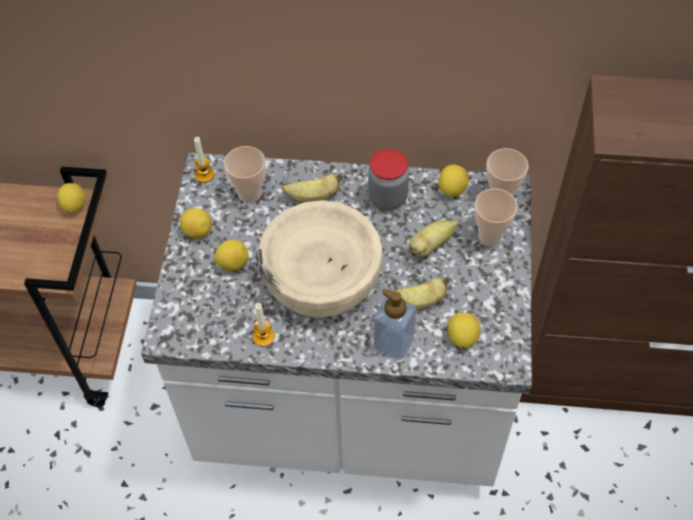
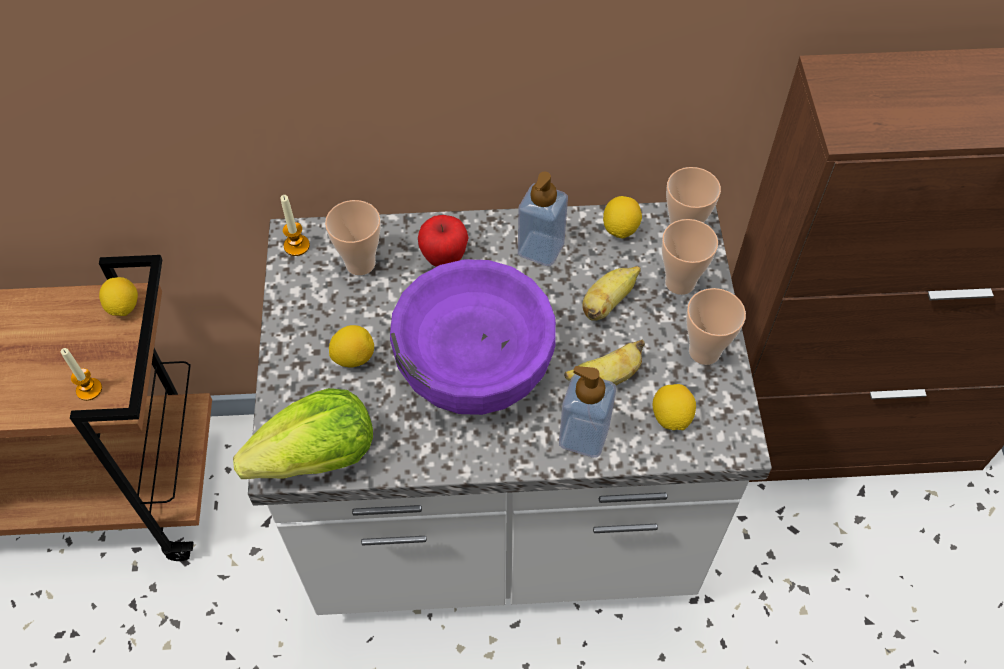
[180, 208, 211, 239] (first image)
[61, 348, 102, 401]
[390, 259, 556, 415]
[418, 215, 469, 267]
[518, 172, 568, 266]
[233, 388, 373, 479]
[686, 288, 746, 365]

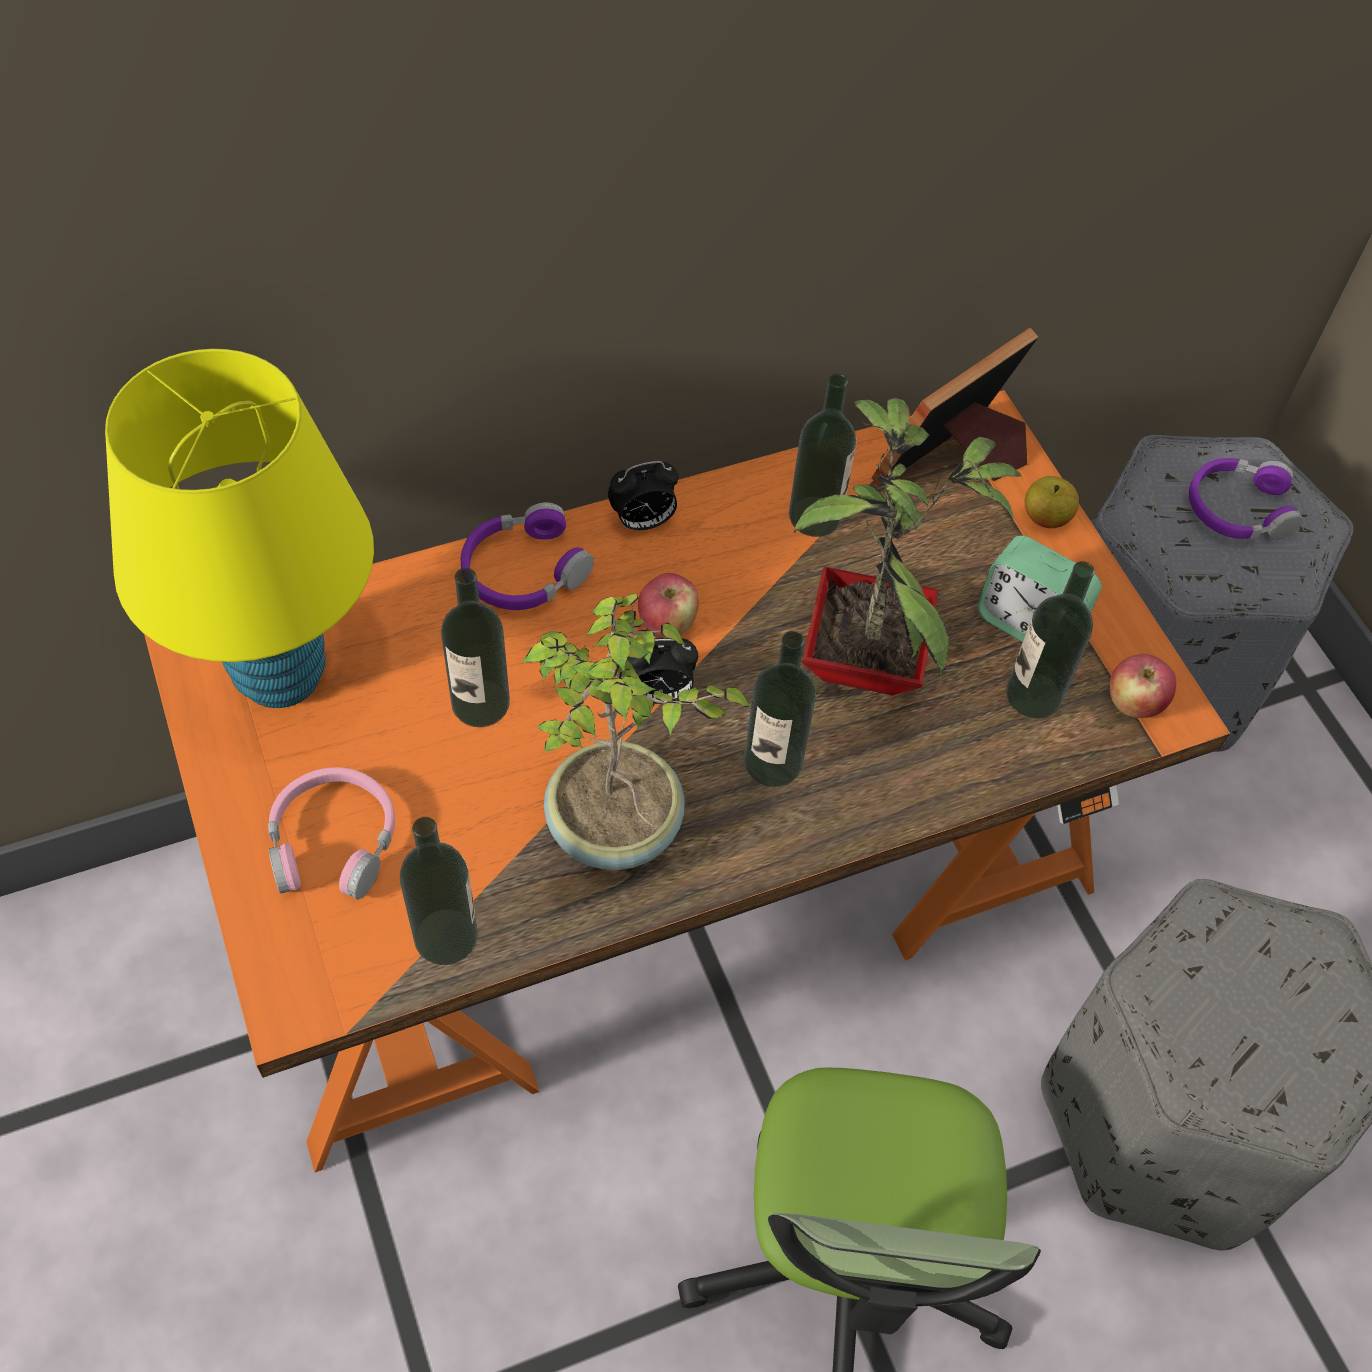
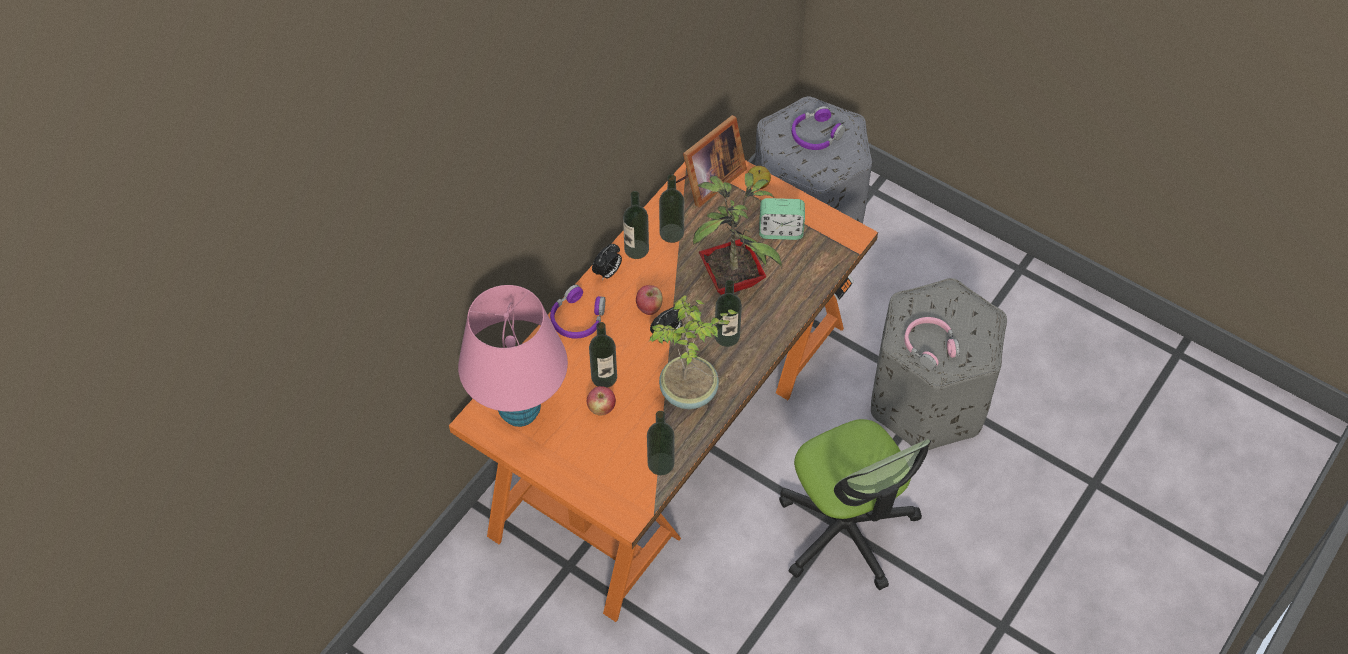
[458, 285, 568, 427]
[904, 317, 960, 370]
[676, 115, 747, 207]
[623, 191, 649, 259]
[587, 386, 616, 416]

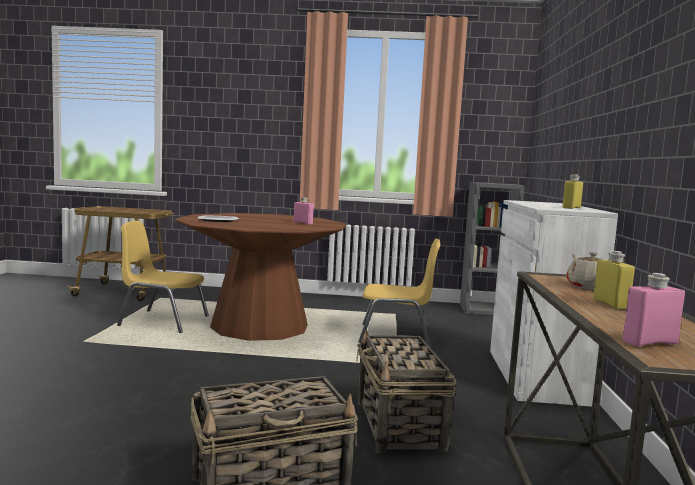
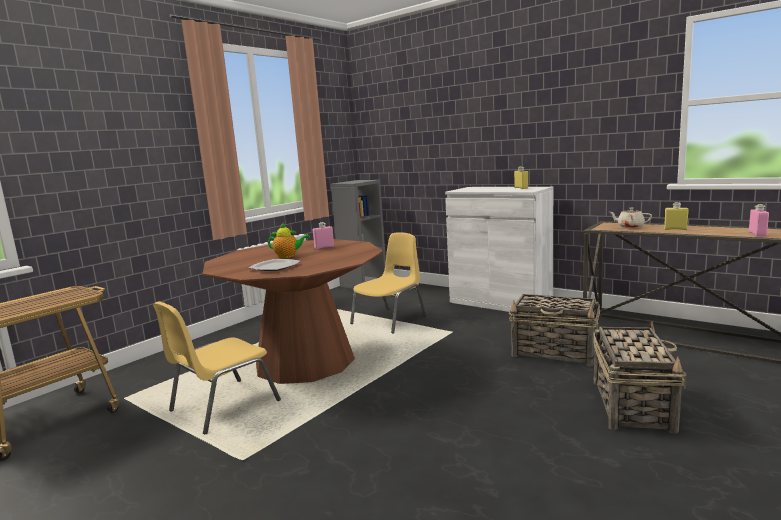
[268, 222, 310, 258]

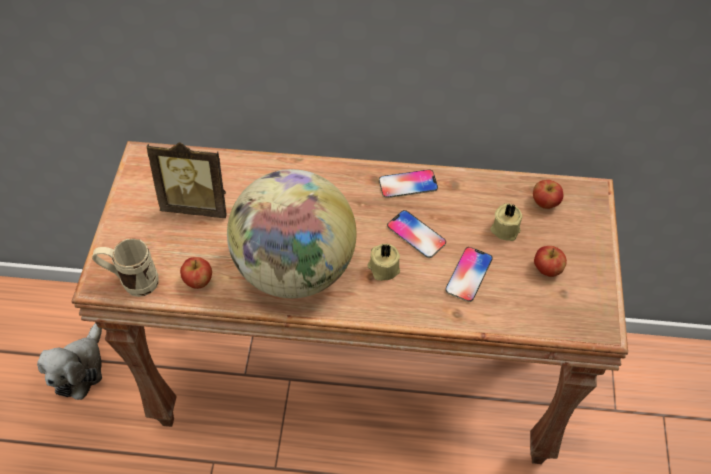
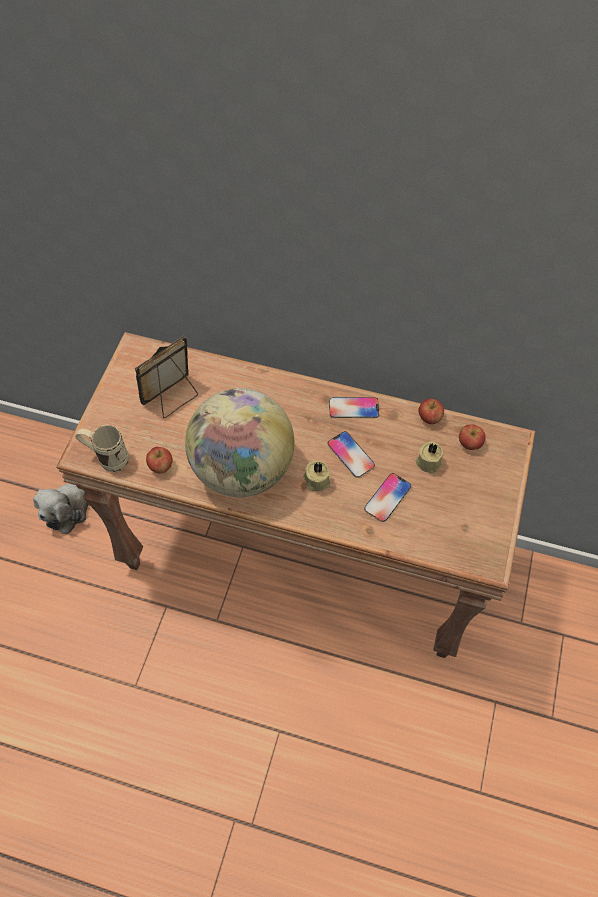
[135, 336, 198, 418]
[418, 399, 444, 424]

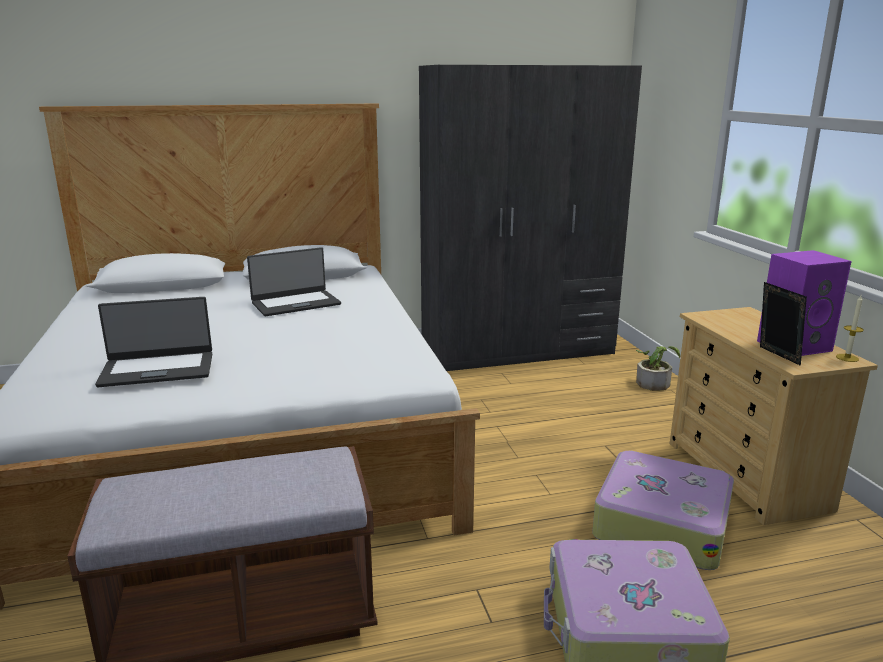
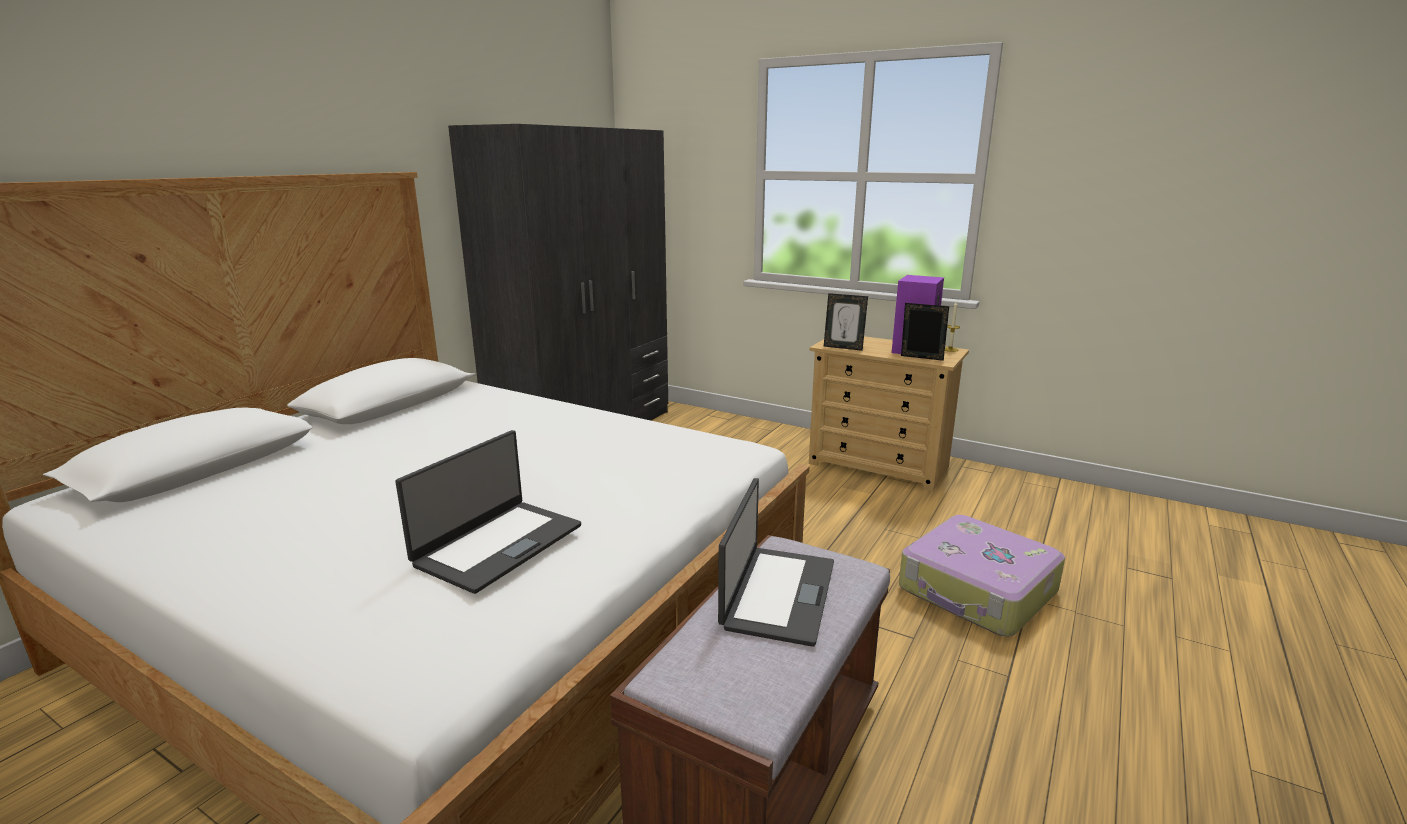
[718, 478, 834, 647]
[592, 451, 734, 570] (first image)
[636, 346, 680, 391] (first image)
[824, 293, 868, 351]

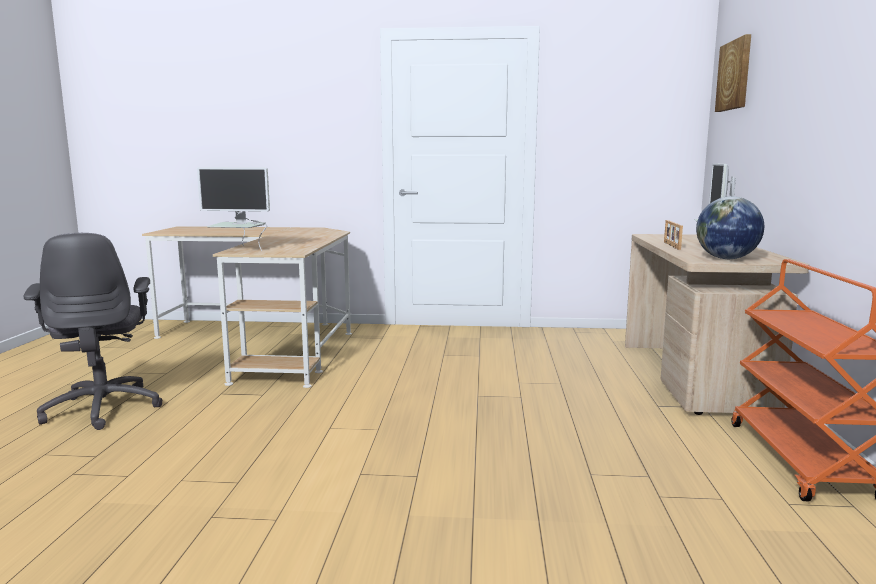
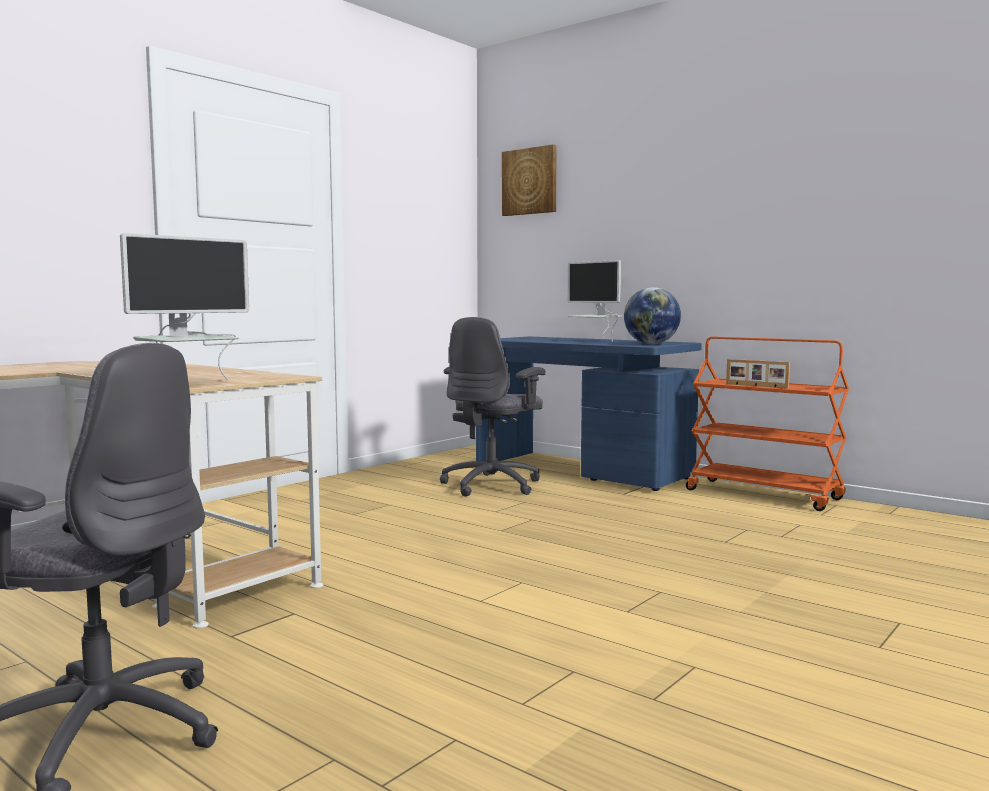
[476, 337, 702, 491]
[726, 359, 790, 389]
[440, 317, 545, 497]

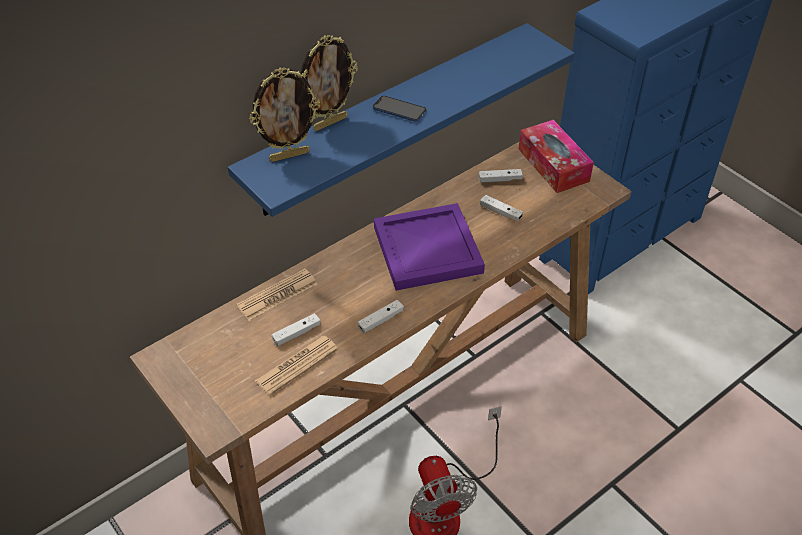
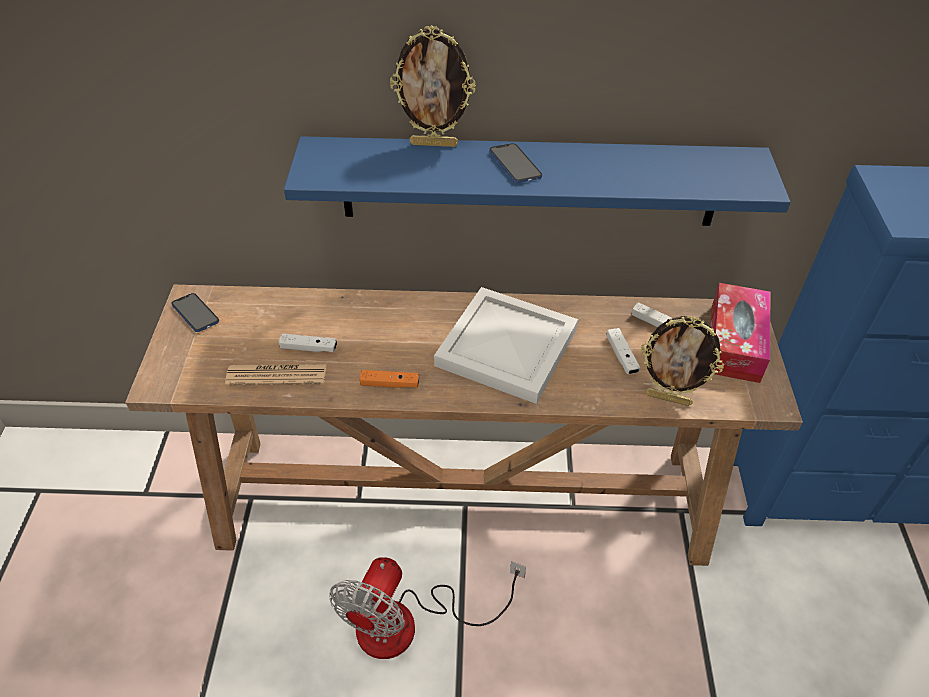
[236, 268, 318, 321] (first image)
[640, 316, 724, 406]
[359, 370, 419, 388]
[434, 287, 578, 404]
[171, 293, 219, 332]

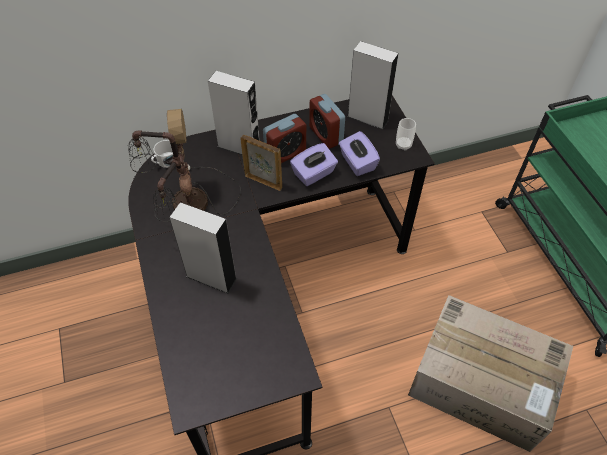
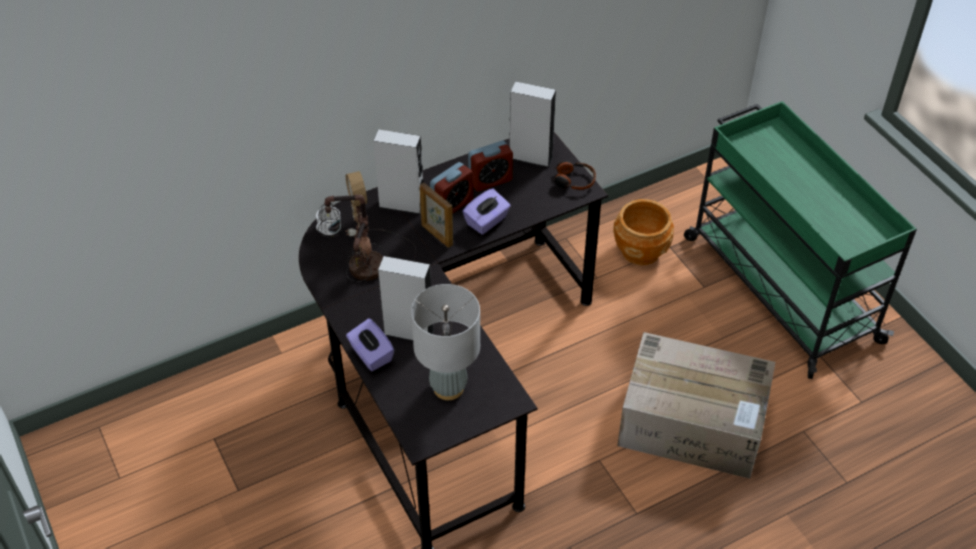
[420, 183, 453, 248]
[468, 141, 513, 191]
[346, 318, 394, 371]
[551, 161, 596, 190]
[411, 284, 480, 400]
[613, 199, 674, 265]

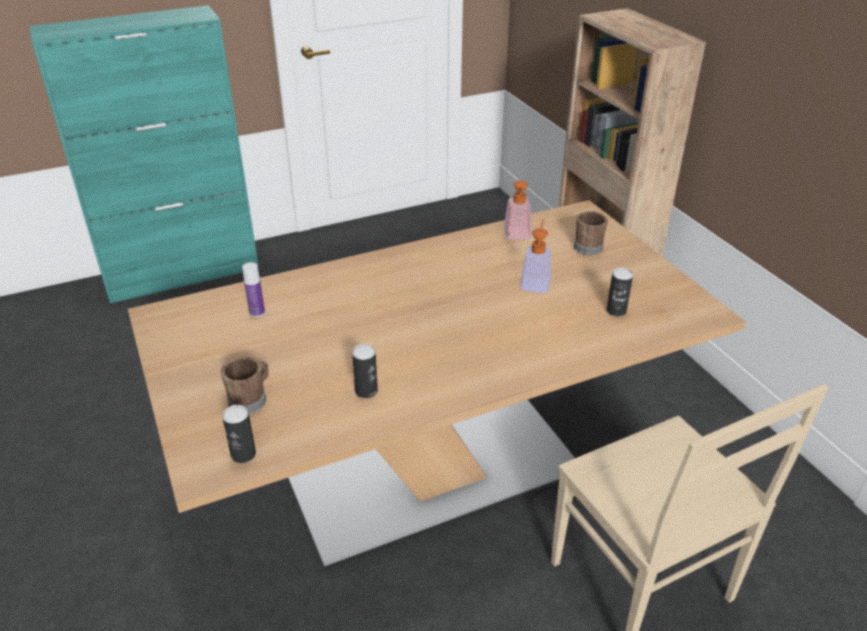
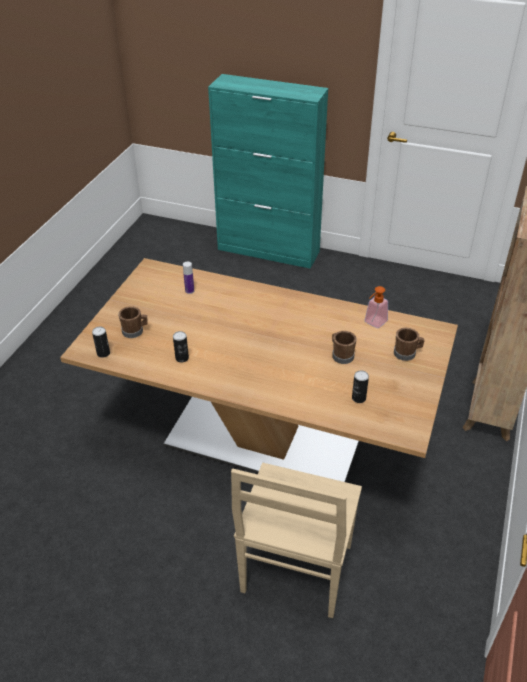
[332, 331, 357, 364]

